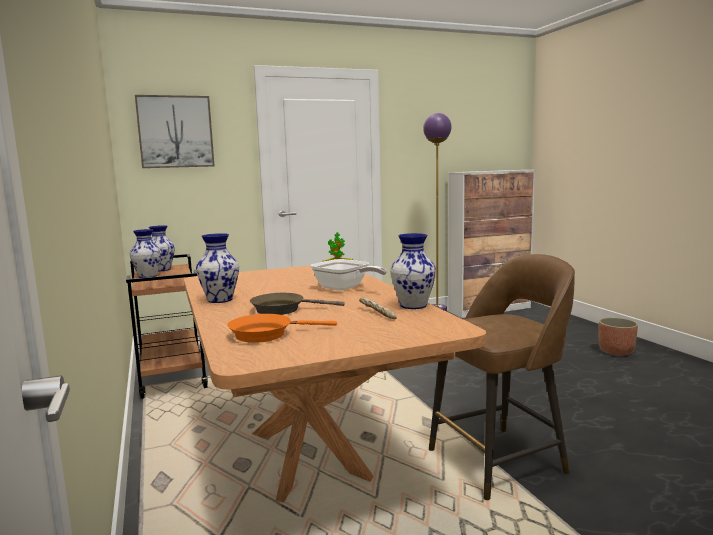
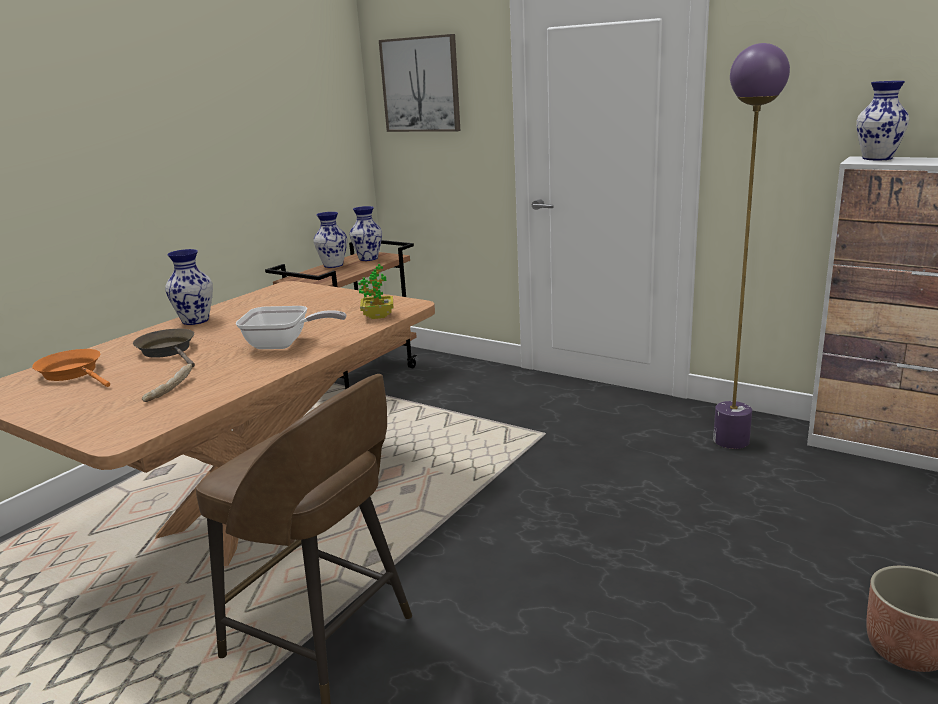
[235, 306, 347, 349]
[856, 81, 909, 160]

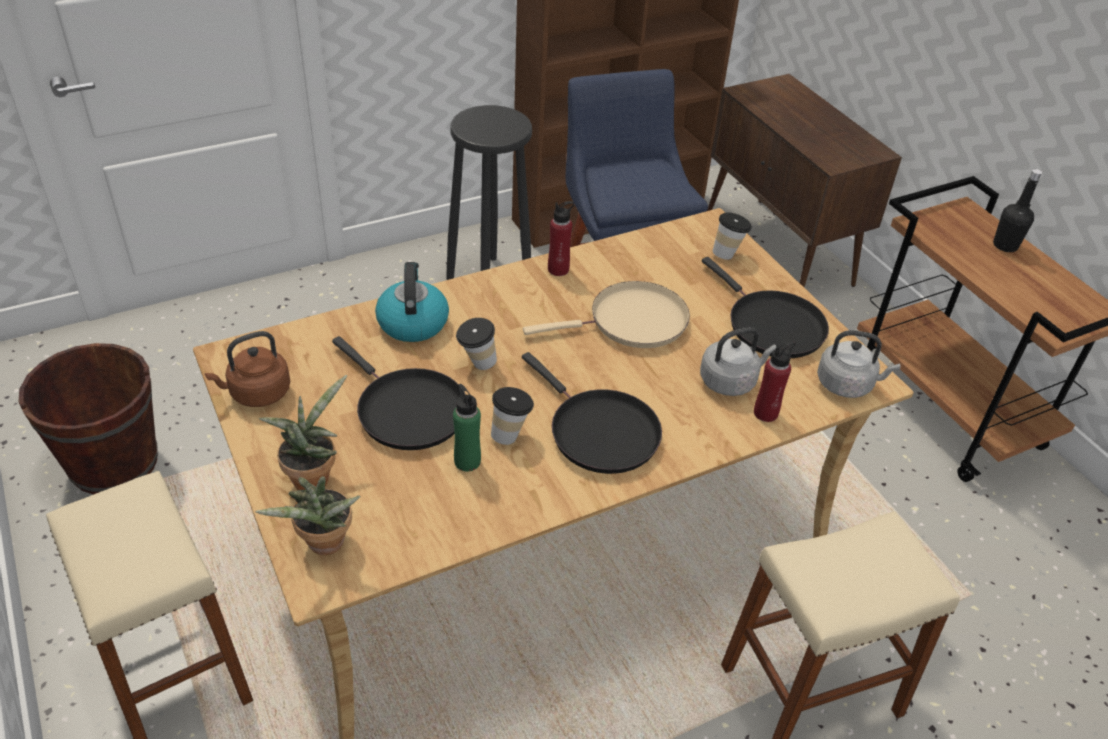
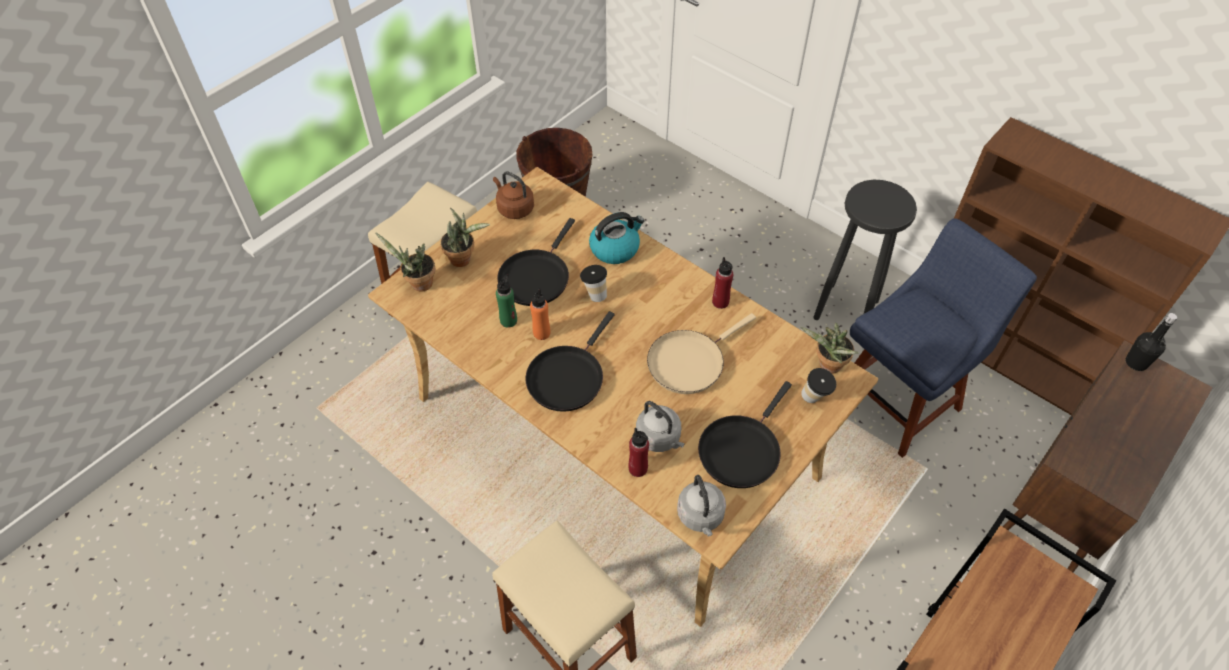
[530, 288, 550, 340]
[647, 313, 756, 394]
[1126, 313, 1177, 371]
[800, 323, 859, 374]

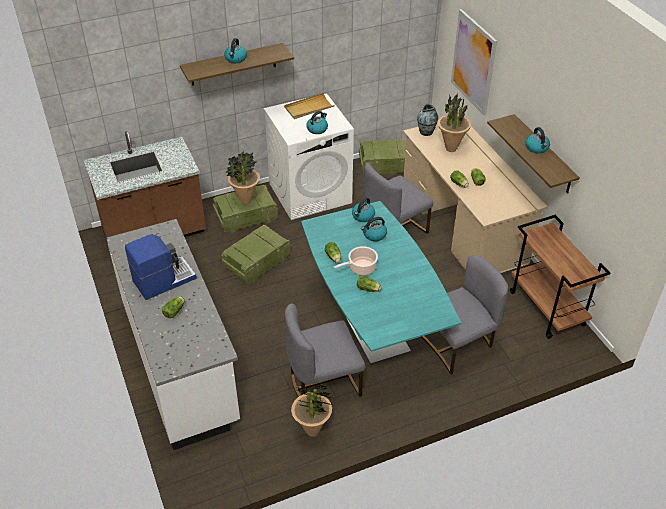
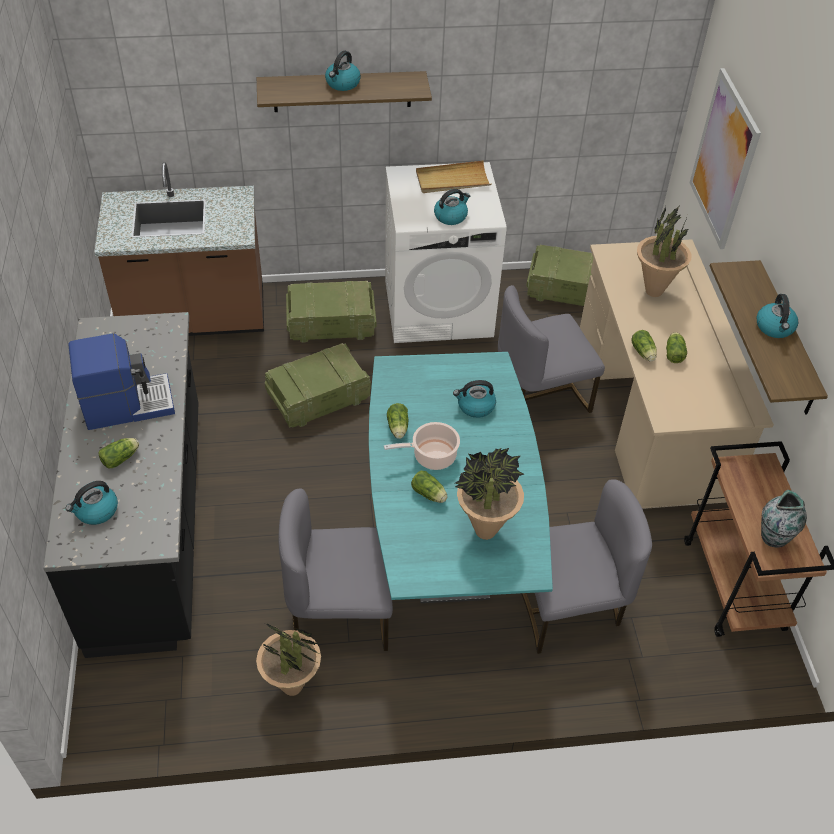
[43, 312, 198, 658]
[455, 448, 525, 540]
[66, 481, 118, 525]
[761, 490, 807, 547]

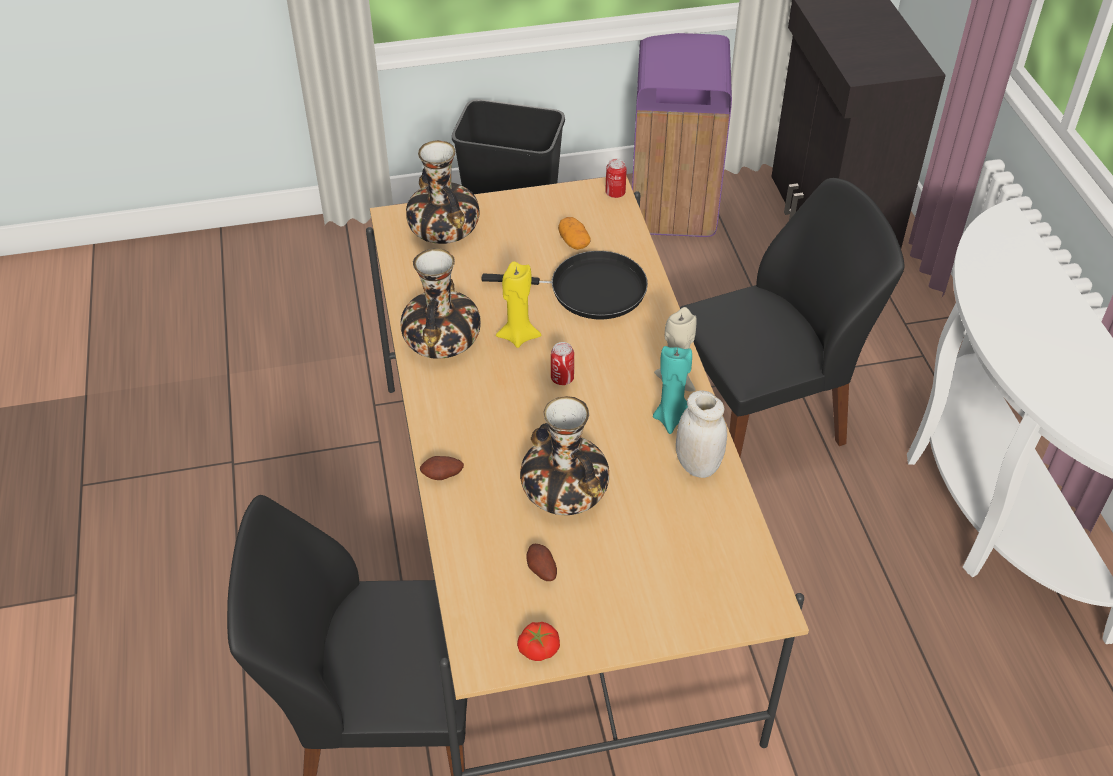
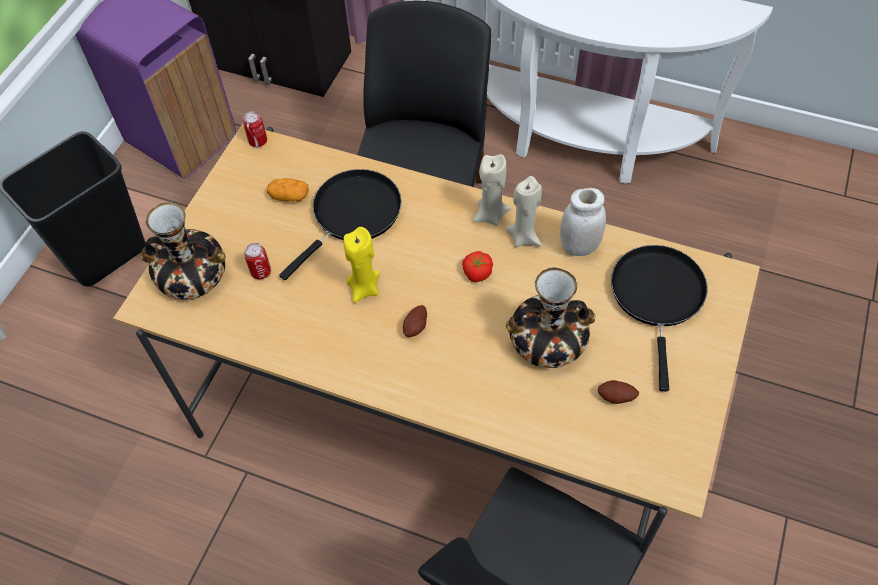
[400, 248, 481, 359] (first image)
[403, 305, 427, 337]
[462, 251, 493, 282]
[244, 243, 271, 280]
[505, 176, 542, 248]
[611, 245, 708, 391]

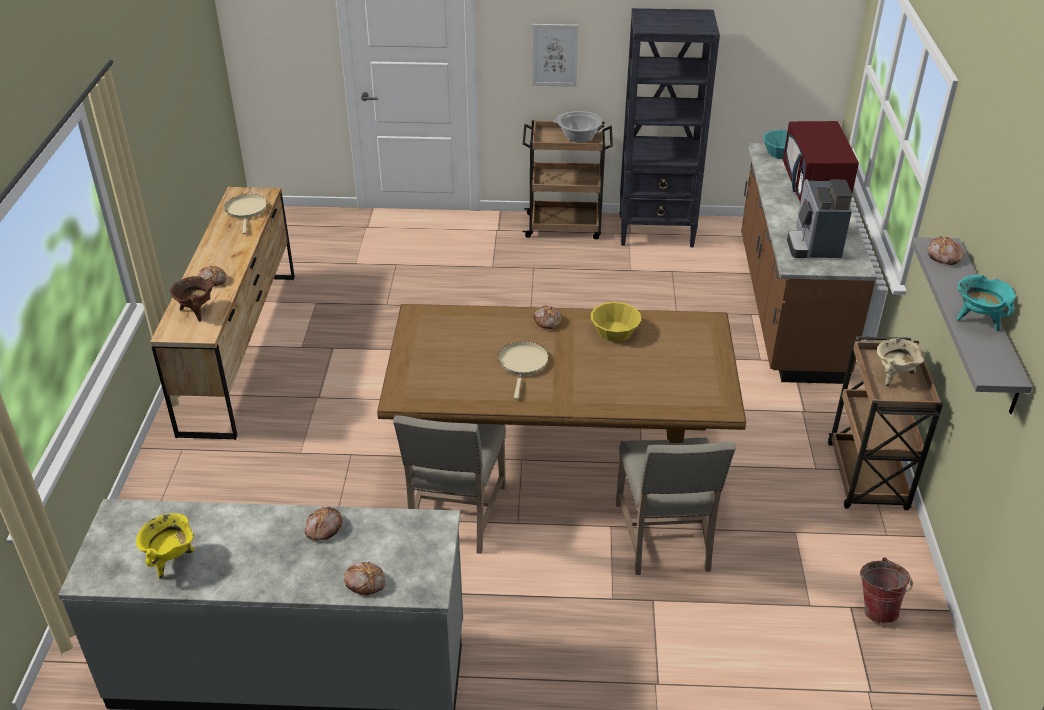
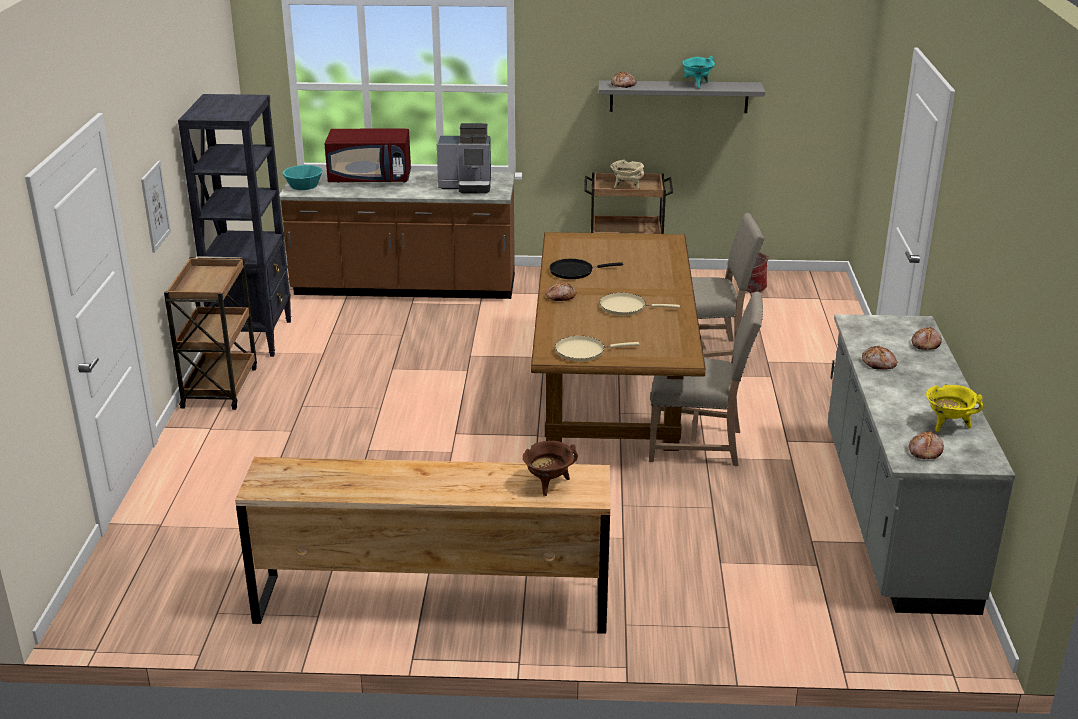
[909, 431, 944, 459]
[555, 336, 639, 362]
[554, 111, 606, 142] (first image)
[549, 259, 623, 279]

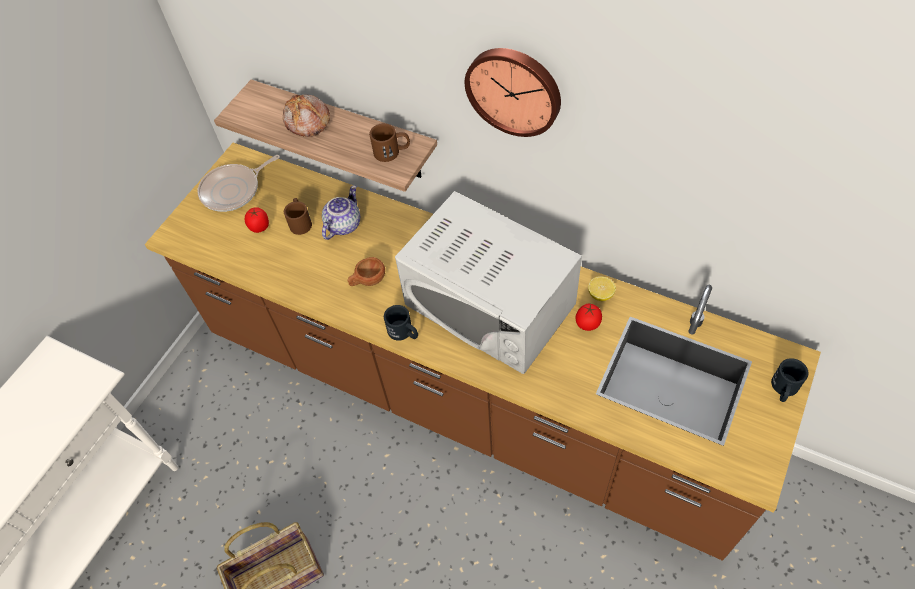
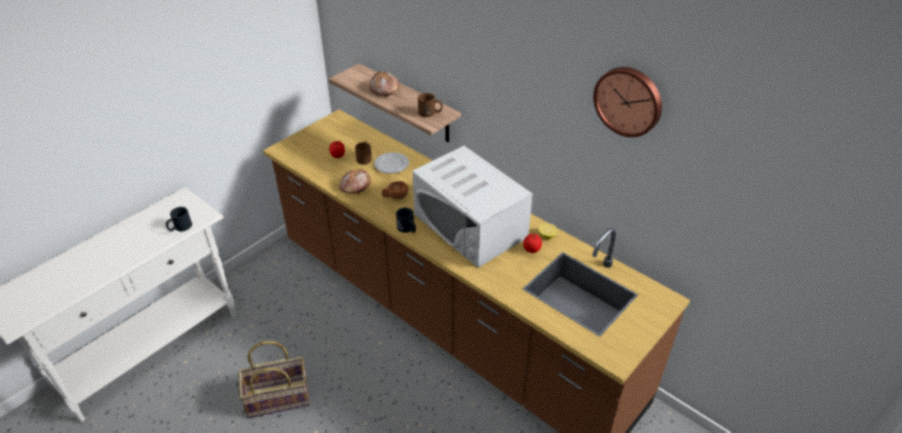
[198, 155, 280, 212] (first image)
[374, 152, 409, 174]
[593, 67, 662, 137]
[166, 207, 192, 231]
[339, 169, 371, 194]

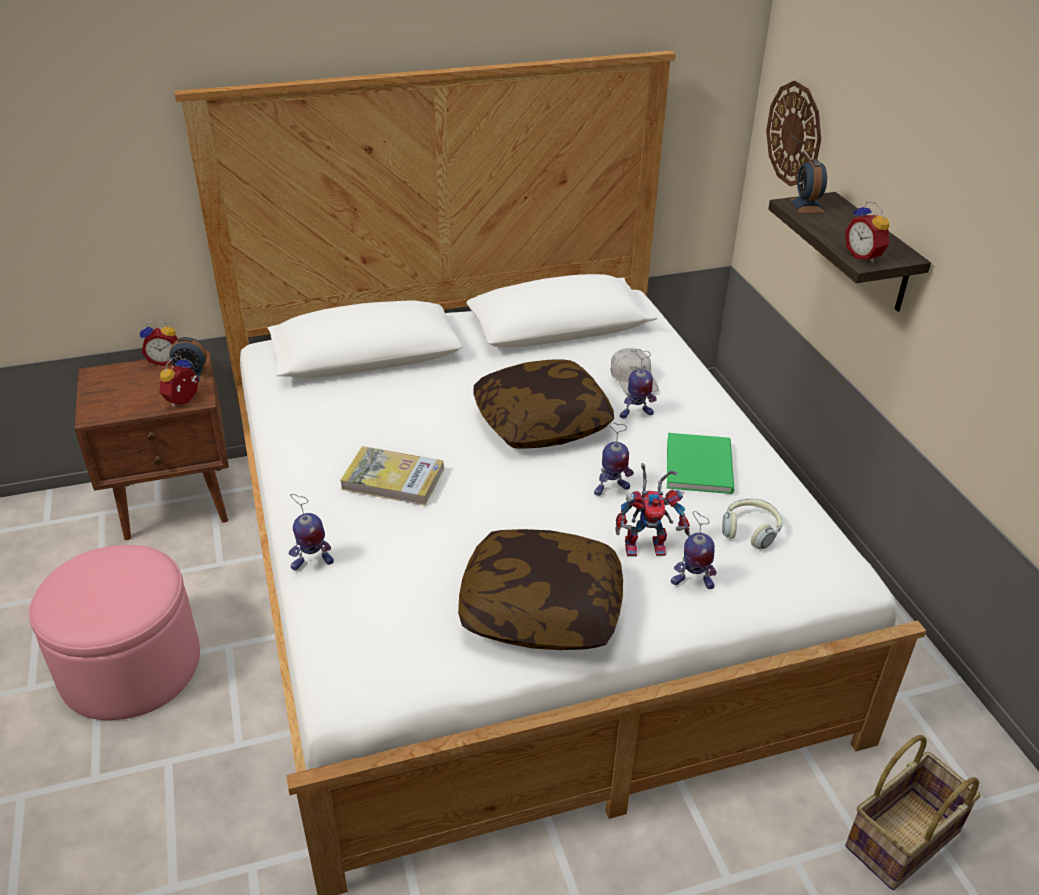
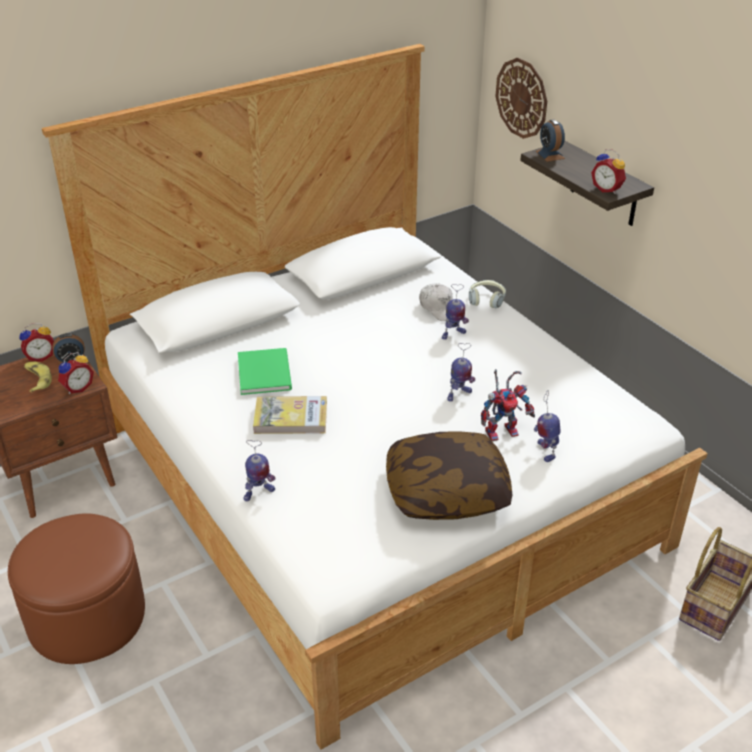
[8, 513, 145, 664]
[58, 352, 94, 394]
[473, 359, 614, 449] (first image)
[238, 348, 292, 395]
[534, 390, 561, 462]
[469, 280, 506, 308]
[24, 362, 52, 393]

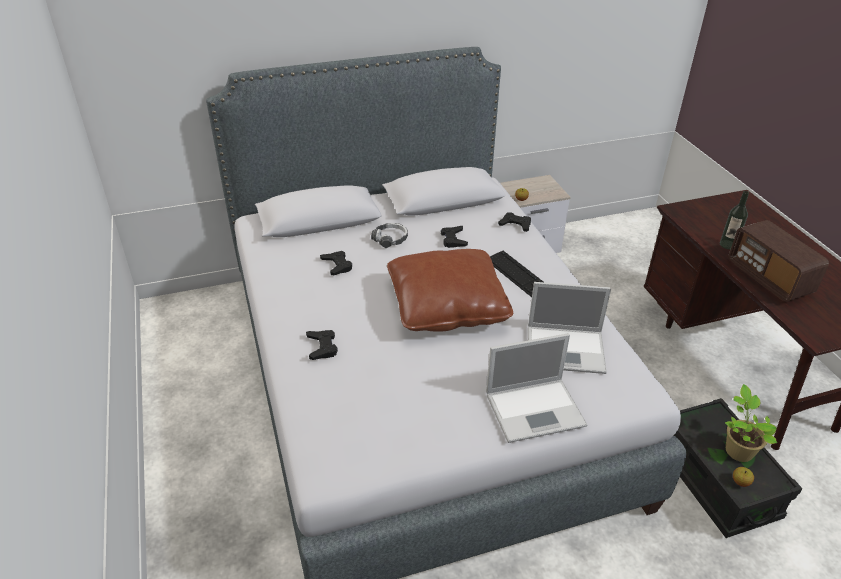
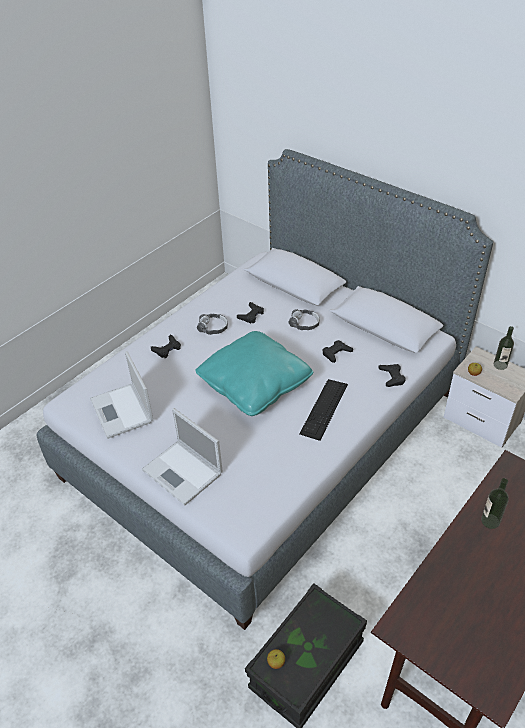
[195, 331, 313, 416]
[90, 351, 153, 439]
[725, 384, 777, 462] (first image)
[729, 220, 829, 302] (first image)
[197, 314, 228, 335]
[494, 326, 514, 370]

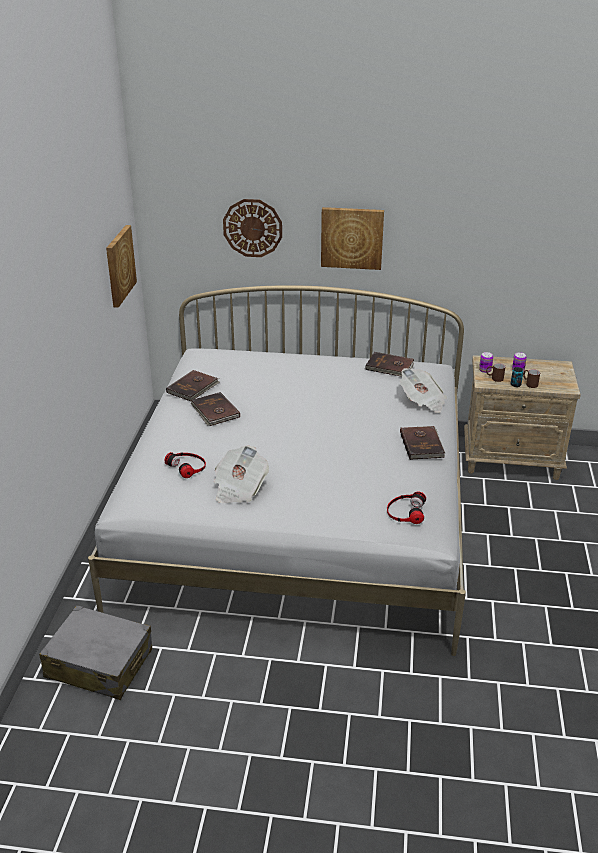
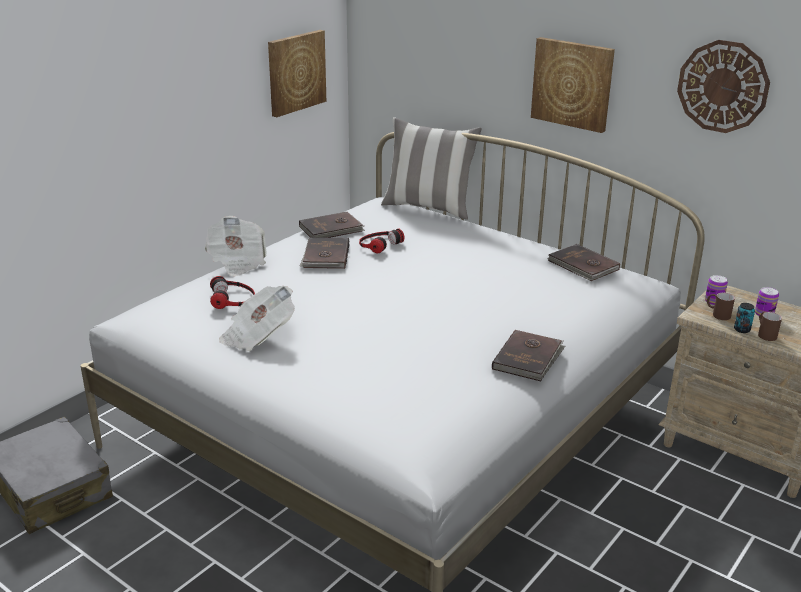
[677, 40, 770, 133]
[359, 229, 405, 253]
[205, 216, 266, 277]
[381, 117, 482, 220]

